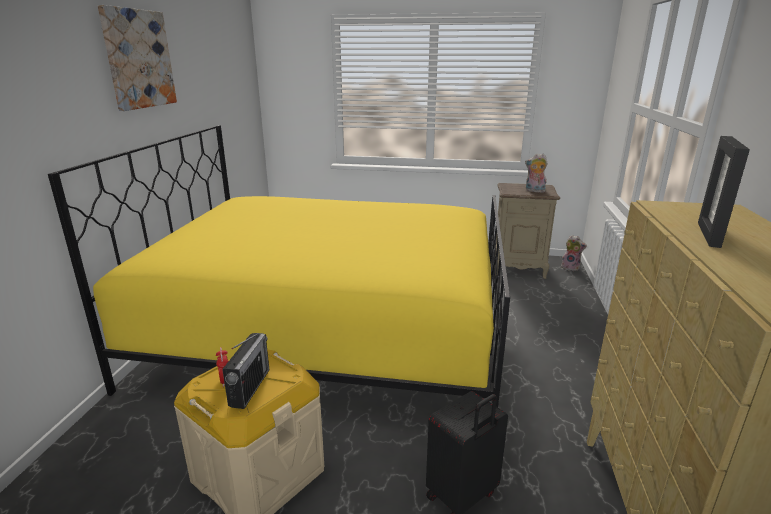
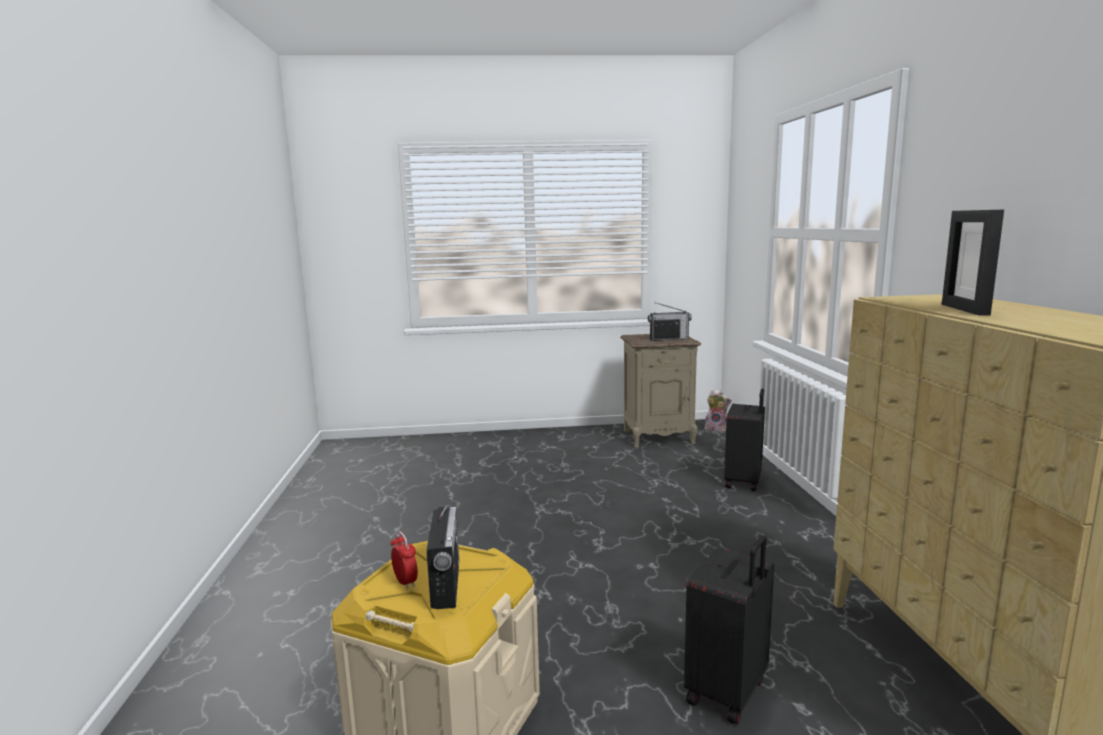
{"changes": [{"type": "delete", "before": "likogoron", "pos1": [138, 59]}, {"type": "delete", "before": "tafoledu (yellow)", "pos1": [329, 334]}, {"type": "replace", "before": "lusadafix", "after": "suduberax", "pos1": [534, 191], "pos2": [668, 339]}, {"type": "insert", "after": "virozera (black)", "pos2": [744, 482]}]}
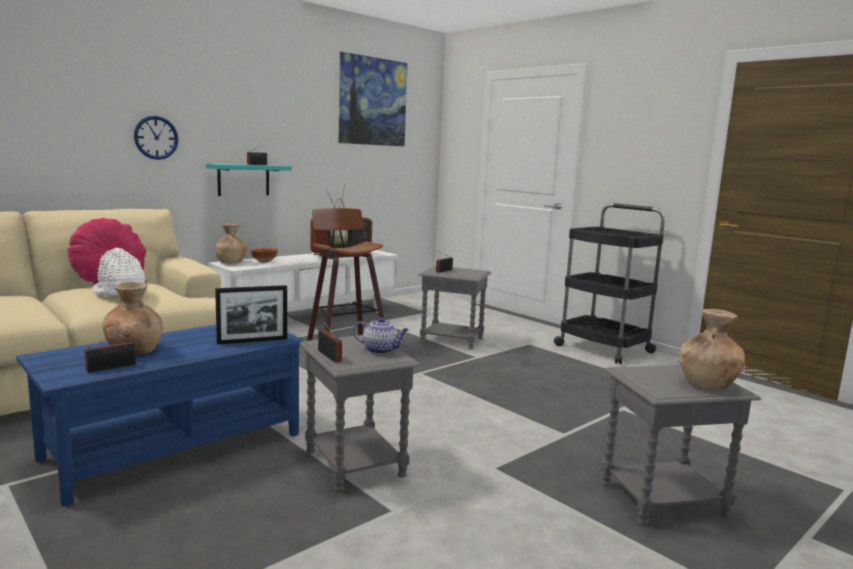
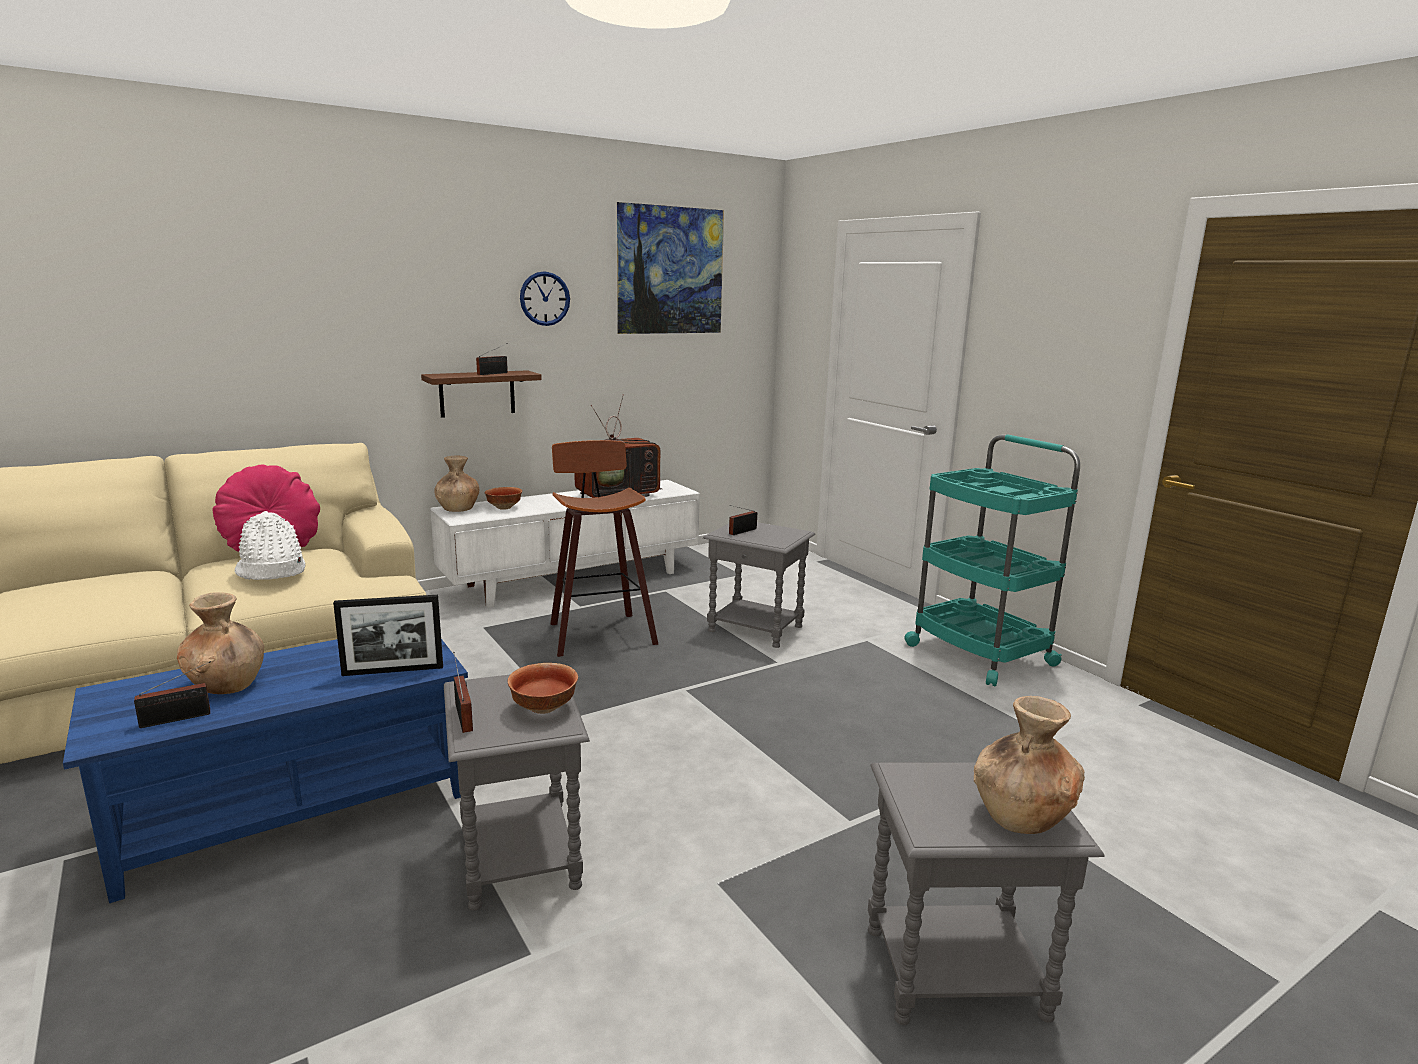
{"changes": [{"type": "move", "before": "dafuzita", "pos1": [156, 137], "pos2": [544, 298]}, {"type": "recolor", "before": "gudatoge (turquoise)", "after": "gudatoge (brown)", "pos1": [243, 180], "pos2": [477, 393]}, {"type": "recolor", "before": "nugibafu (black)", "after": "nugibafu (turquoise)", "pos1": [603, 349], "pos2": [978, 654]}, {"type": "replace", "before": "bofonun", "after": "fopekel", "pos1": [381, 350], "pos2": [545, 708]}]}
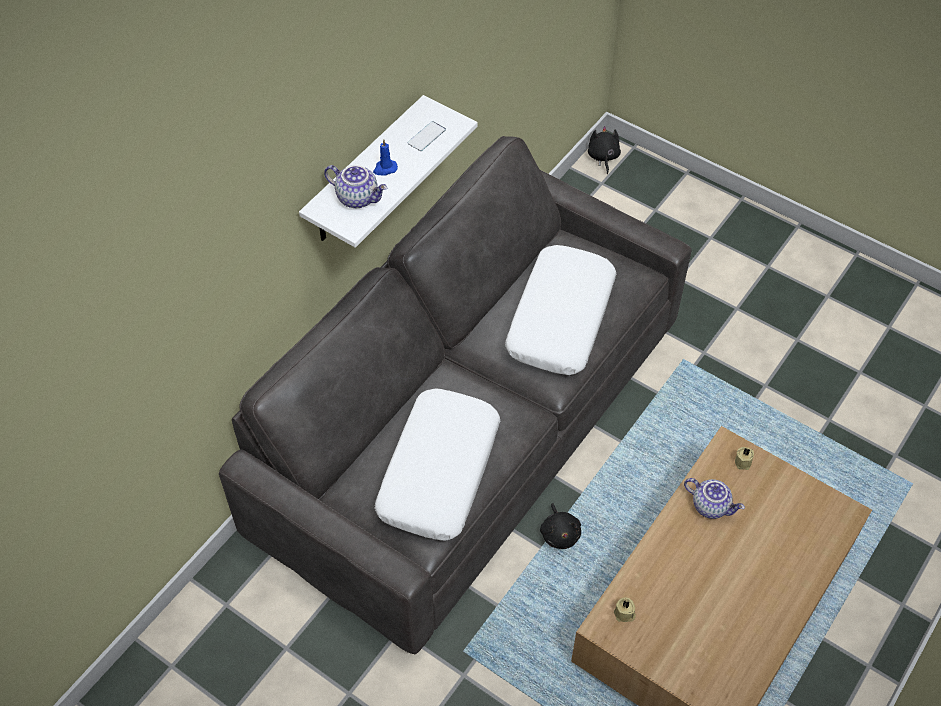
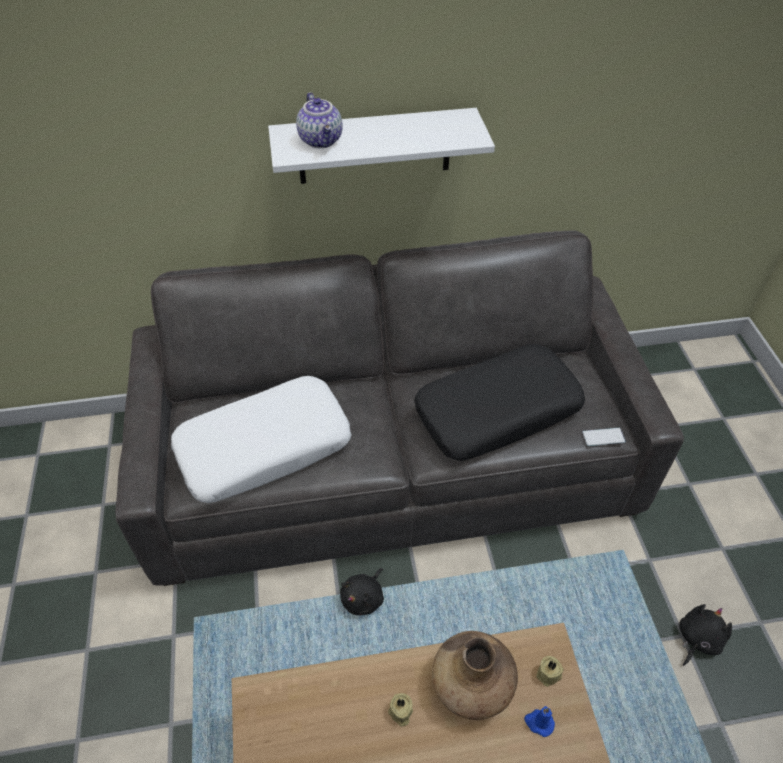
{"changes": [{"type": "move", "before": "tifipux", "pos1": [426, 136], "pos2": [603, 437]}, {"type": "move", "before": "lusadafix (black)", "pos1": [603, 157], "pos2": [697, 639]}, {"type": "move", "before": "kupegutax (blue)", "pos1": [385, 169], "pos2": [538, 722]}, {"type": "recolor", "before": "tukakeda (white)", "after": "tukakeda (black)", "pos1": [560, 318], "pos2": [497, 411]}, {"type": "replace", "before": "bofonun", "after": "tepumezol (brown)", "pos1": [711, 505], "pos2": [471, 685]}, {"type": "move", "before": "kupegutax (beige)", "pos1": [624, 614], "pos2": [400, 713]}]}
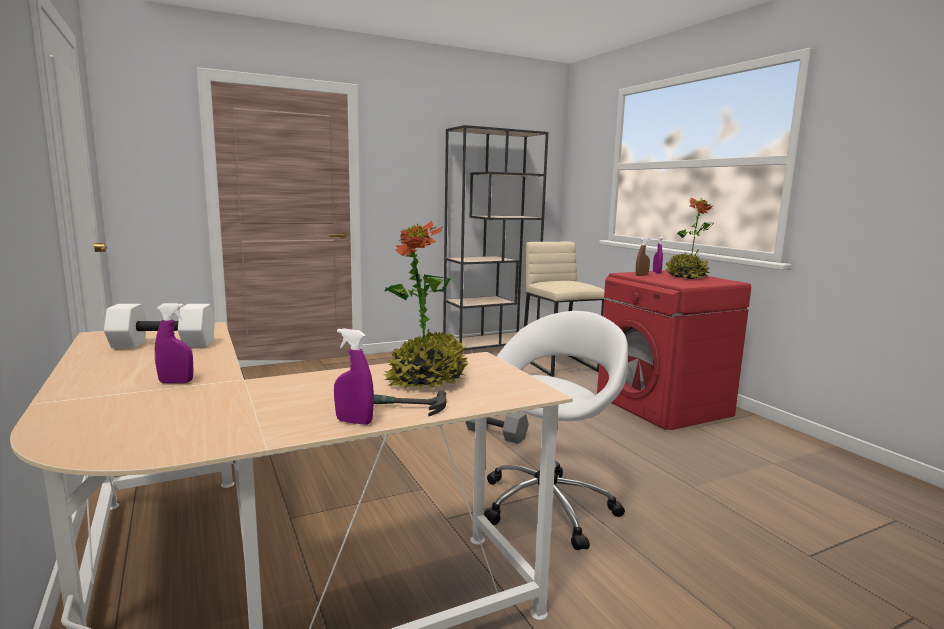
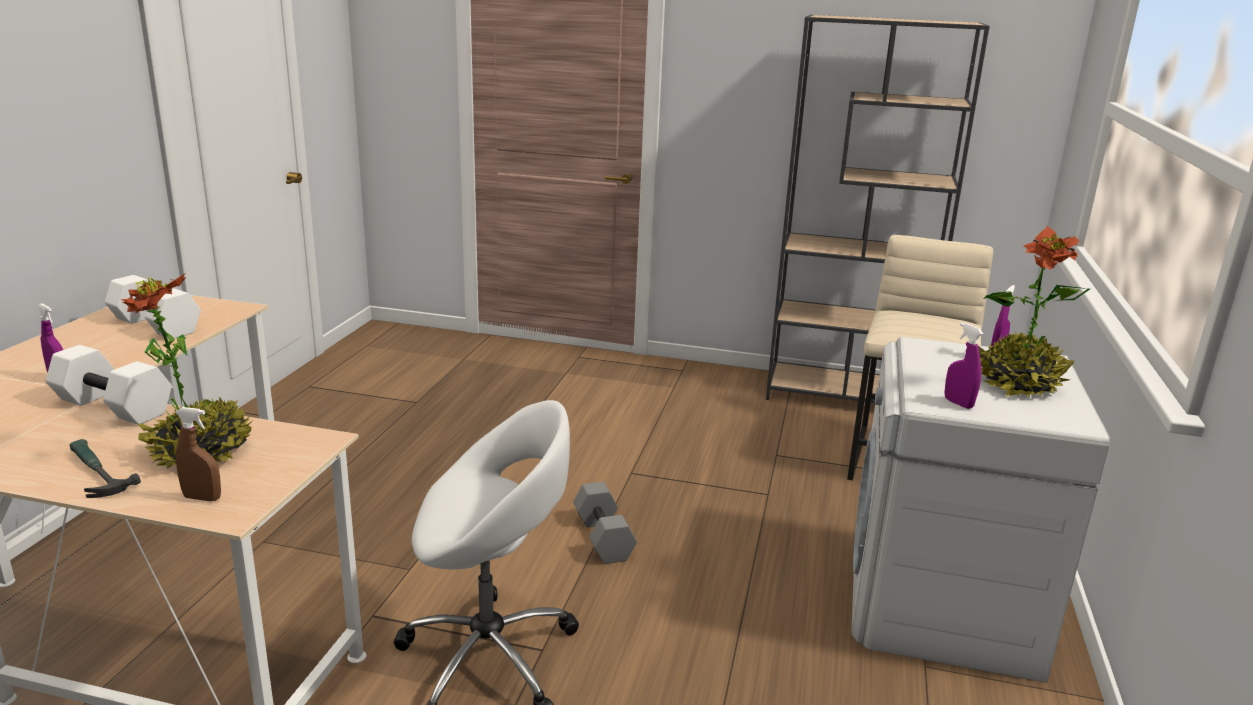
{"changes": [{"type": "move", "before": "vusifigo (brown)", "pos1": [641, 275], "pos2": [202, 498]}, {"type": "recolor", "before": "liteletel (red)", "after": "liteletel (white)", "pos1": [661, 405], "pos2": [938, 602]}, {"type": "move", "before": "vusifigo (purple)", "pos1": [354, 422], "pos2": [958, 403]}, {"type": "insert", "after": "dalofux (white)", "pos2": [115, 406]}]}
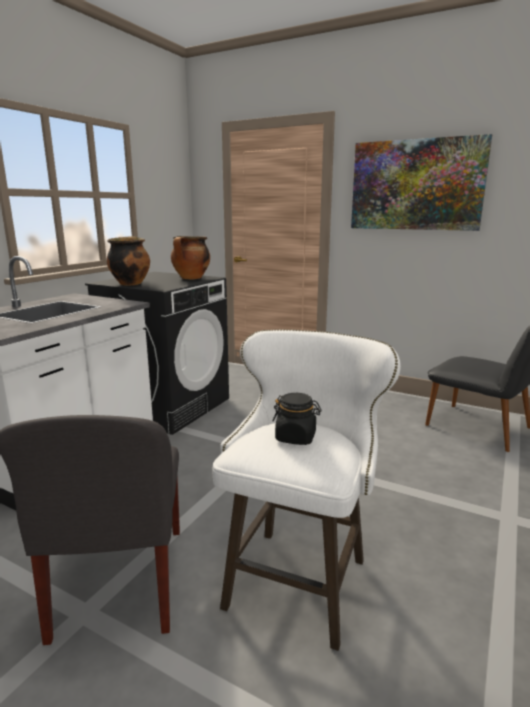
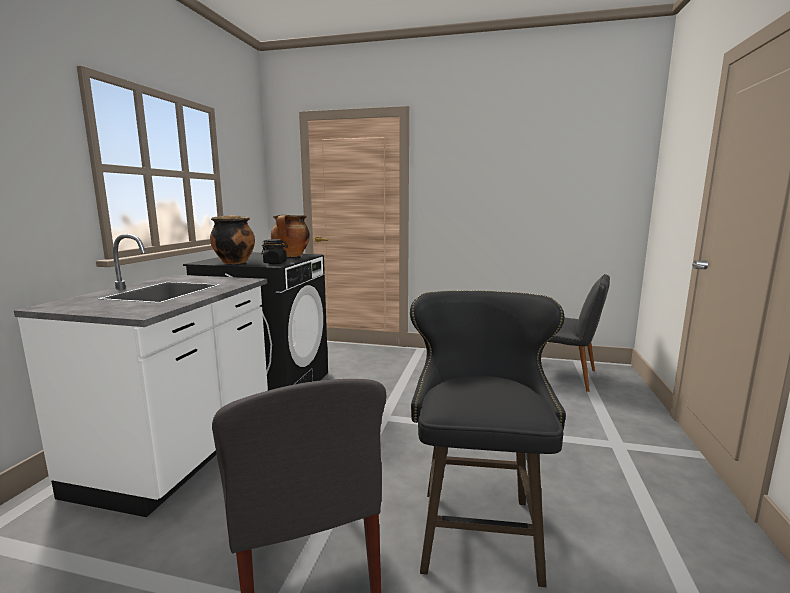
{"changes": [{"type": "delete", "before": "likogoron", "pos1": [416, 185]}, {"type": "recolor", "before": "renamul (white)", "after": "renamul (black)", "pos1": [299, 577], "pos2": [478, 528]}, {"type": "move", "before": "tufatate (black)", "pos1": [296, 437], "pos2": [275, 263]}]}
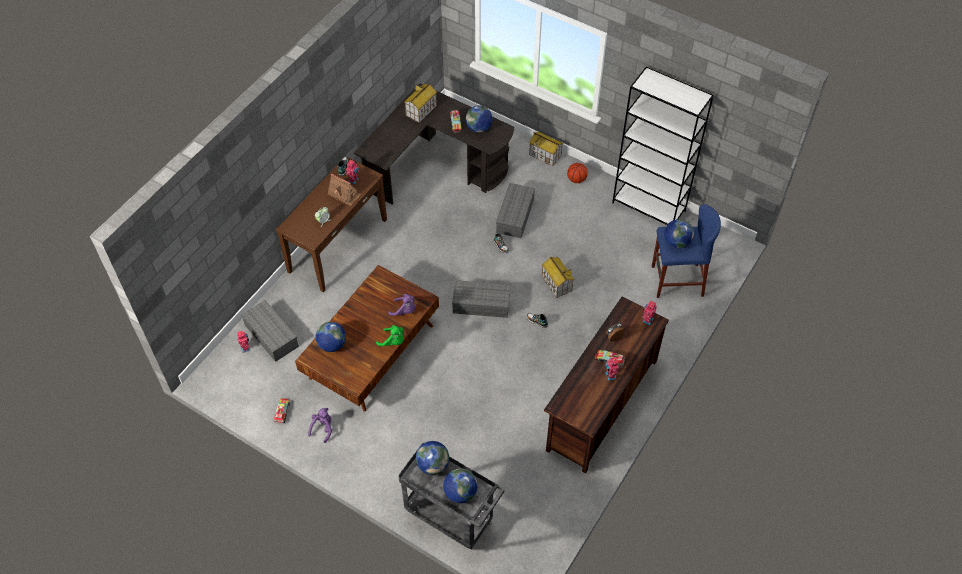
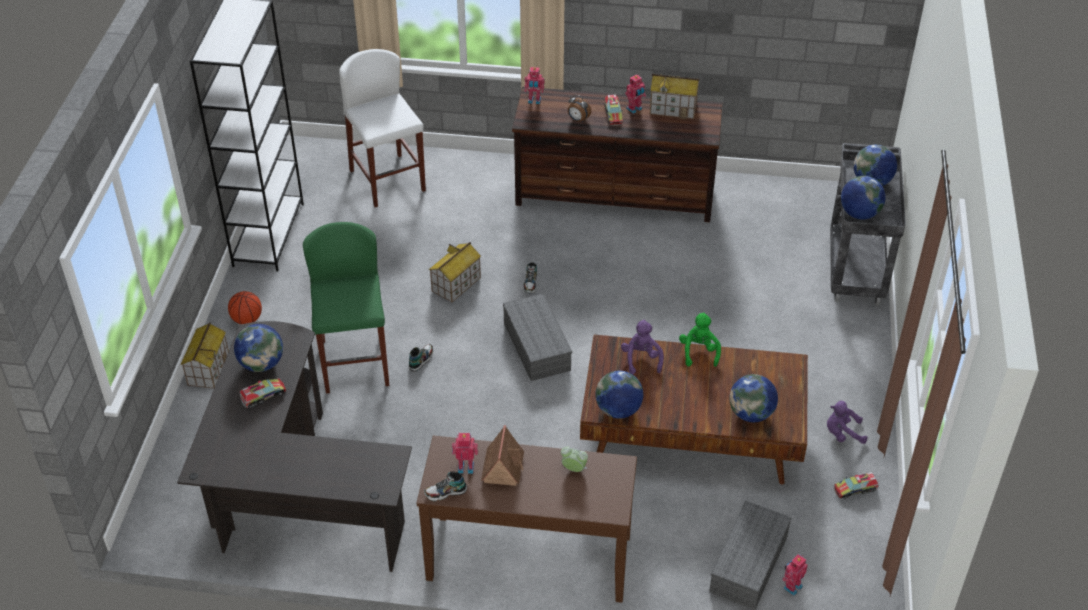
{"changes": [{"type": "move", "before": "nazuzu", "pos1": [421, 111], "pos2": [673, 108]}, {"type": "replace", "before": "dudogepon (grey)", "after": "renamul (green)", "pos1": [515, 216], "pos2": [355, 363]}, {"type": "recolor", "before": "renamul (blue)", "after": "renamul (white)", "pos1": [677, 281], "pos2": [387, 180]}, {"type": "move", "before": "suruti", "pos1": [676, 242], "pos2": [618, 410]}]}
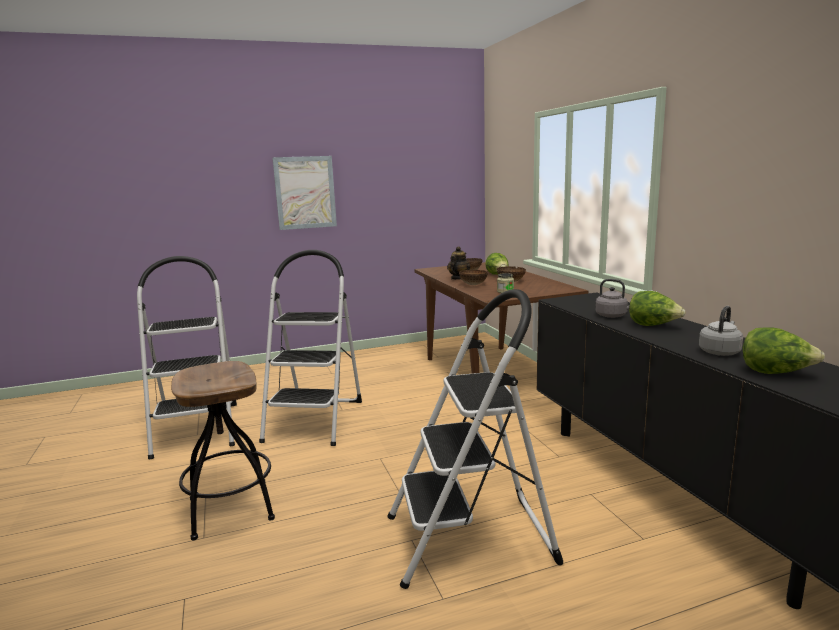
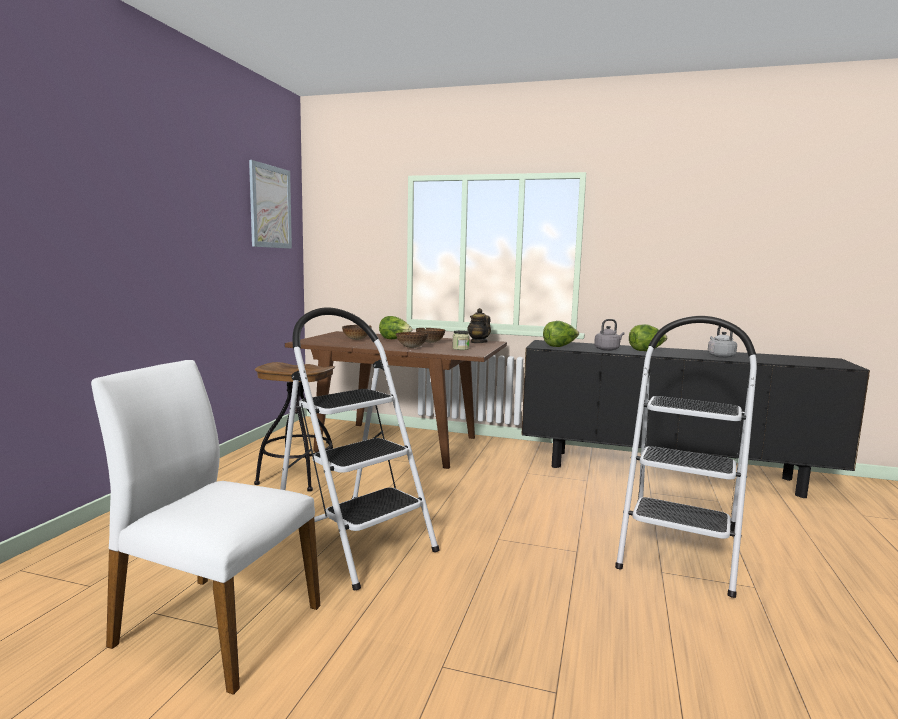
{"changes": [{"type": "move", "before": "likogoron", "pos1": [305, 192], "pos2": [270, 207]}, {"type": "move", "before": "bofonun", "pos1": [458, 278], "pos2": [478, 342]}, {"type": "replace", "before": "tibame", "after": "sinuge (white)", "pos1": [198, 428], "pos2": [215, 626]}, {"type": "move", "before": "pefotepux", "pos1": [775, 373], "pos2": [560, 346]}, {"type": "move", "before": "renamul (brown)", "pos1": [231, 508], "pos2": [297, 476]}]}
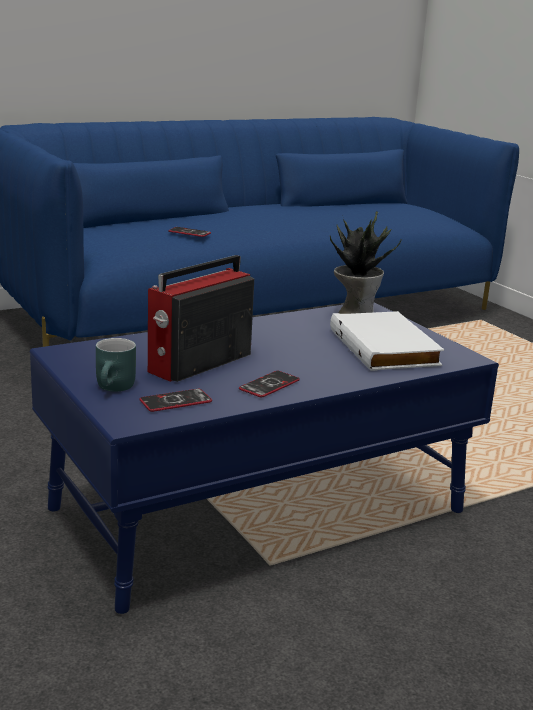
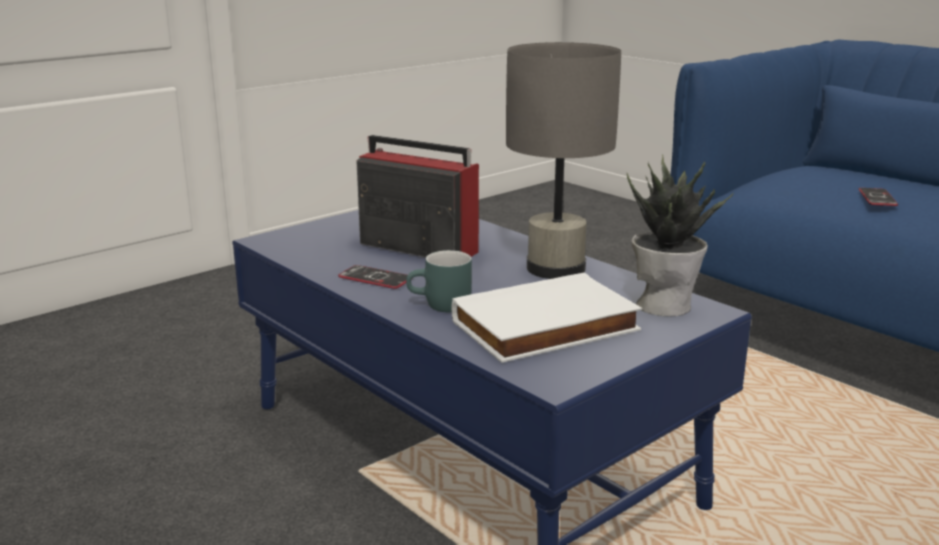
{"changes": [{"type": "move", "before": "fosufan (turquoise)", "pos1": [116, 388], "pos2": [441, 306]}, {"type": "delete", "before": "tifipux", "pos1": [175, 401]}, {"type": "insert", "after": "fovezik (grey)", "pos2": [557, 268]}]}
